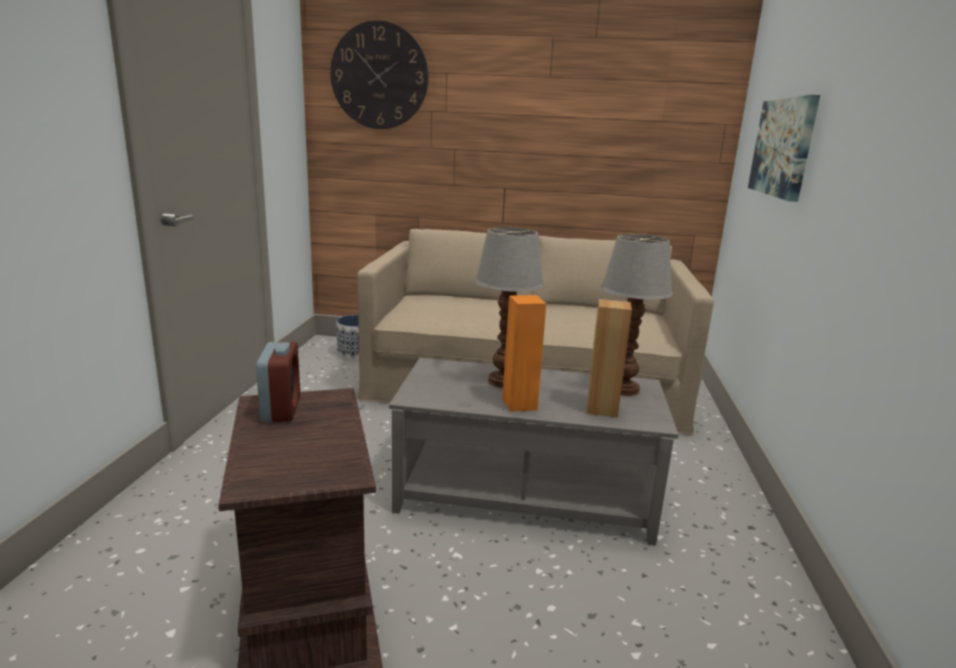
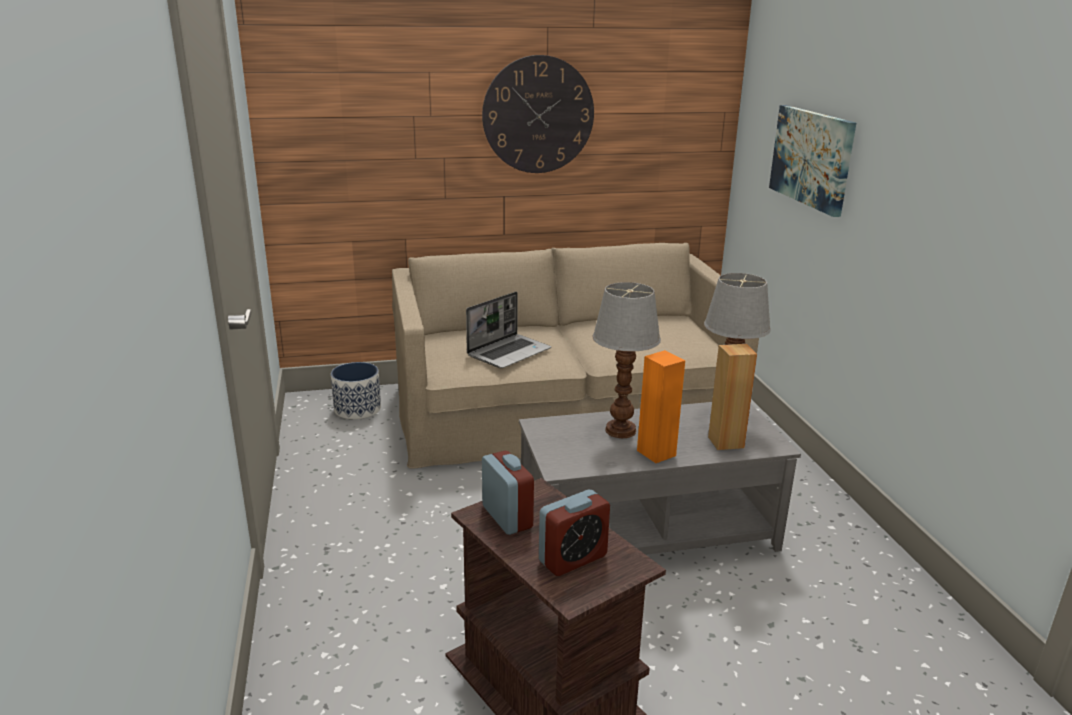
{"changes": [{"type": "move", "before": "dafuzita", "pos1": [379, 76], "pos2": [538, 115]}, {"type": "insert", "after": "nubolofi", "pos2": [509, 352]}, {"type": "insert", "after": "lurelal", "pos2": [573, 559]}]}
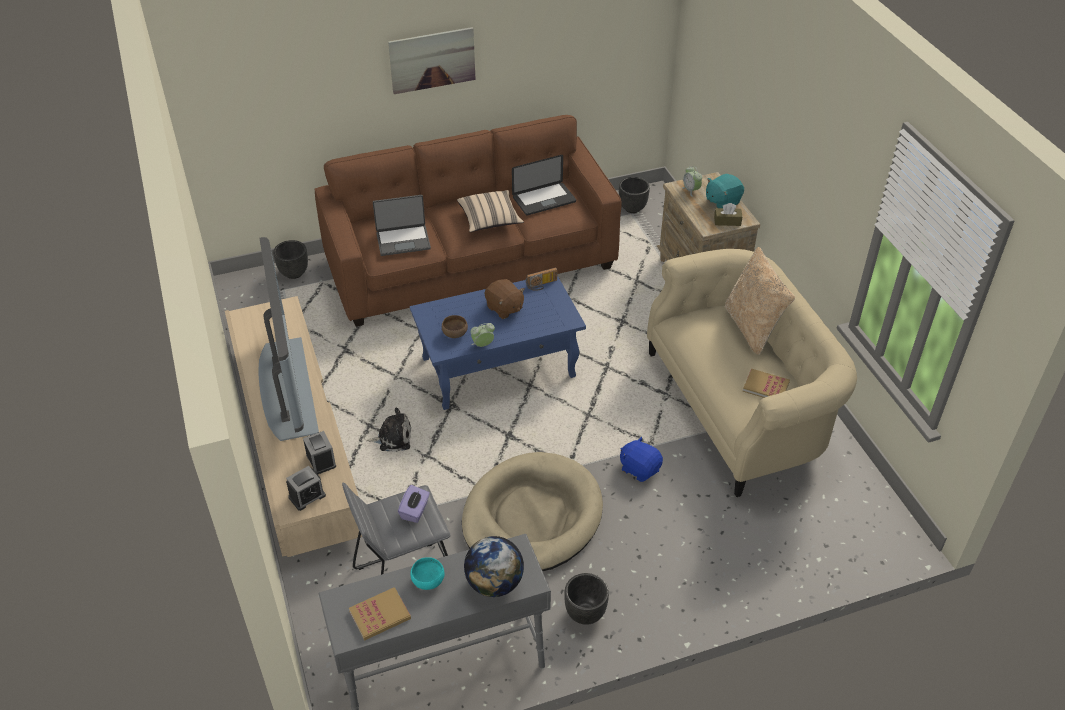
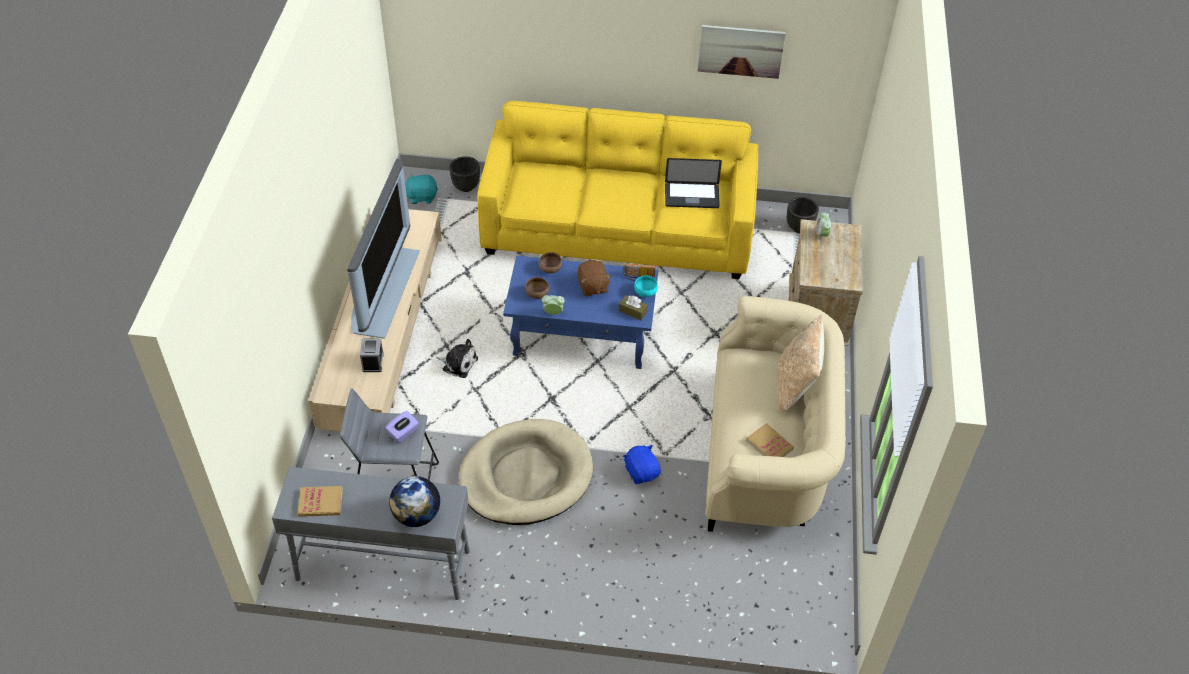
{"changes": [{"type": "move", "before": "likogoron", "pos1": [432, 60], "pos2": [740, 51]}, {"type": "recolor", "before": "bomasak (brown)", "after": "bomasak (yellow)", "pos1": [471, 264], "pos2": [618, 230]}, {"type": "move", "before": "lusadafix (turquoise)", "pos1": [722, 201], "pos2": [421, 196]}, {"type": "delete", "before": "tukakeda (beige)", "pos1": [490, 220]}, {"type": "delete", "before": "nubolofi", "pos1": [403, 240]}, {"type": "move", "before": "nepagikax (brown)", "pos1": [727, 221], "pos2": [632, 311]}, {"type": "delete", "before": "lurelal", "pos1": [307, 496]}, {"type": "move", "before": "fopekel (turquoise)", "pos1": [428, 580], "pos2": [645, 292]}, {"type": "delete", "before": "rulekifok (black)", "pos1": [585, 614]}, {"type": "insert", "after": "fopekel (brown)", "pos2": [550, 269]}]}
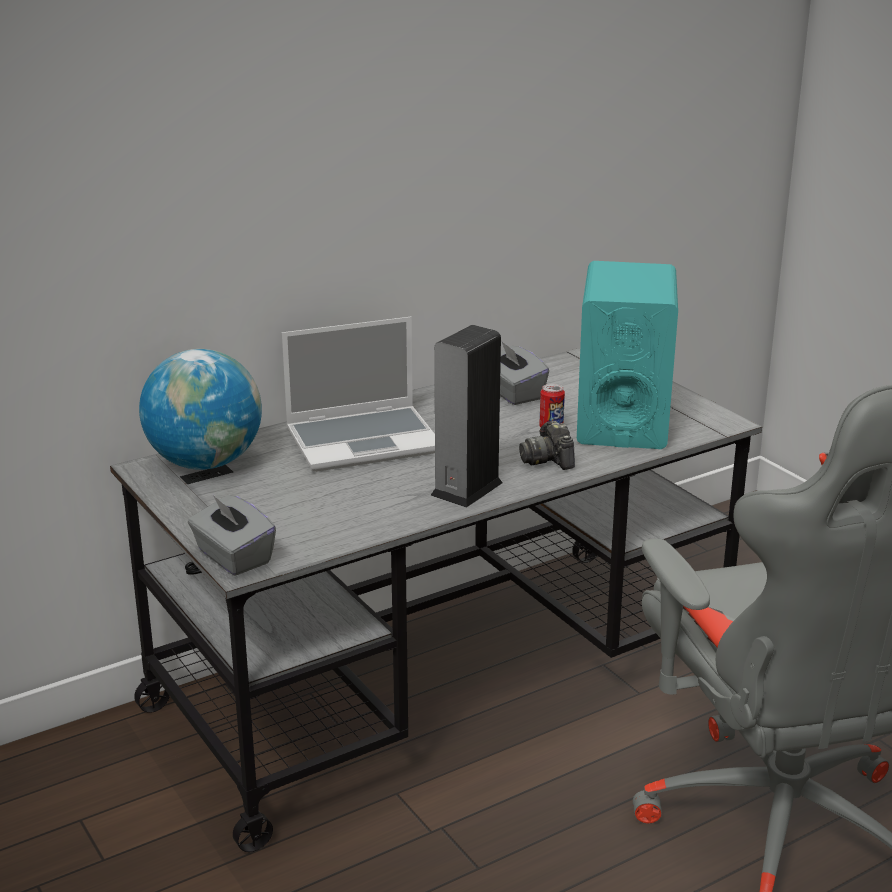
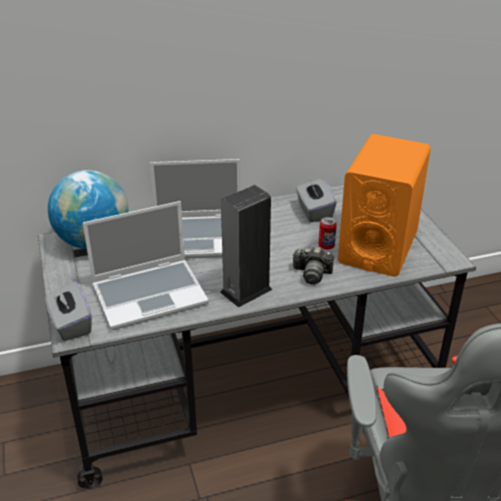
{"changes": [{"type": "recolor", "before": "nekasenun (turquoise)", "after": "nekasenun (orange)", "pos1": [622, 421], "pos2": [378, 247]}, {"type": "rotate", "before": "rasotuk", "pos1": [548, 460], "pos2": [312, 274], "turn": -75}, {"type": "insert", "after": "nubolofi", "pos2": [150, 294]}]}
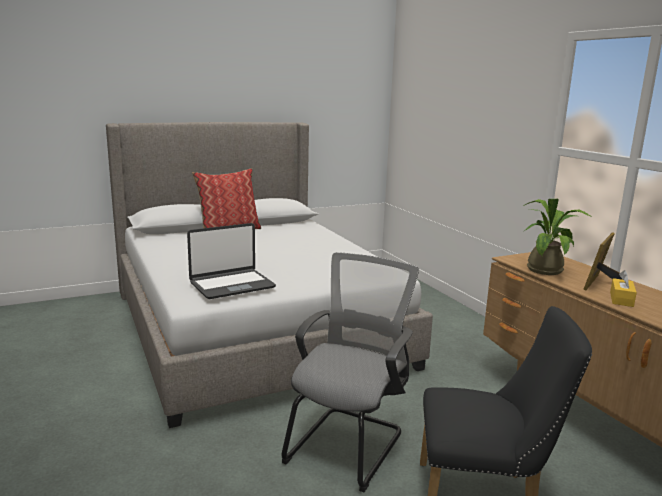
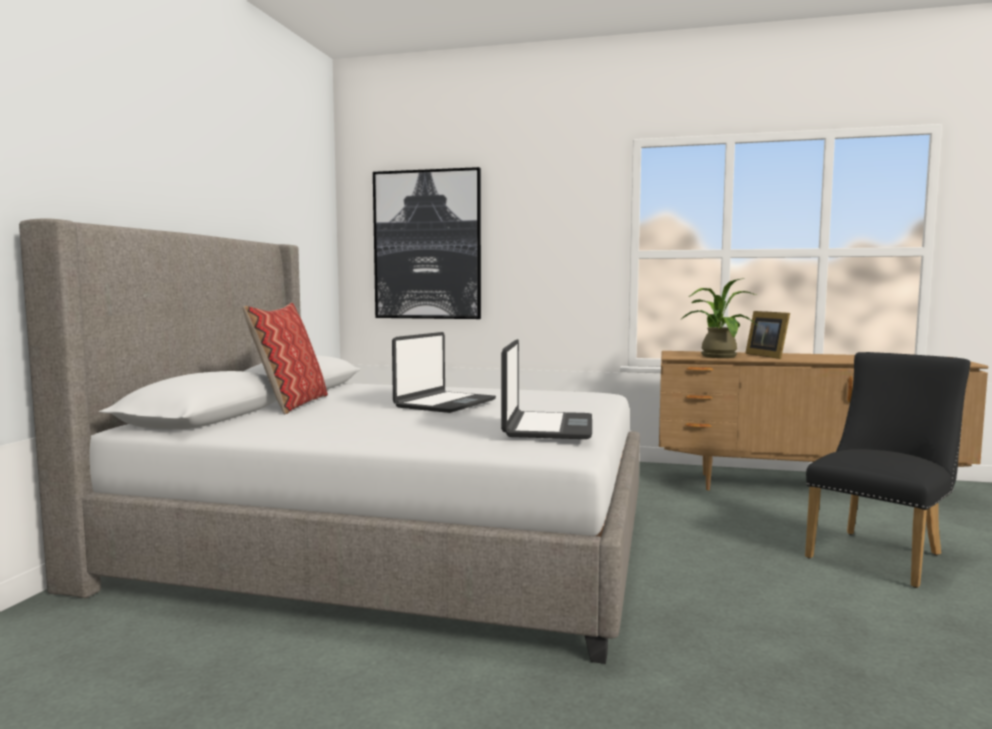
{"changes": [{"type": "delete", "before": "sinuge", "pos1": [348, 444]}, {"type": "delete", "before": "nepagikax (yellow)", "pos1": [621, 299]}, {"type": "insert", "after": "likogoron", "pos2": [427, 245]}, {"type": "insert", "after": "nubolofi", "pos2": [444, 403]}]}
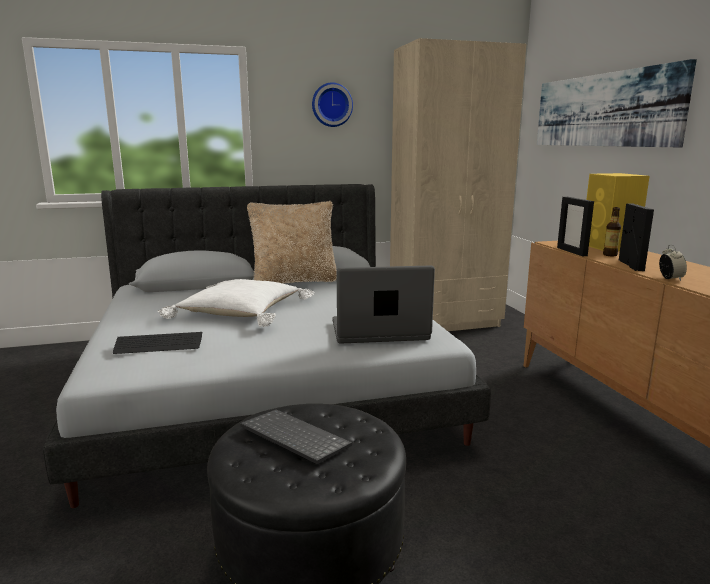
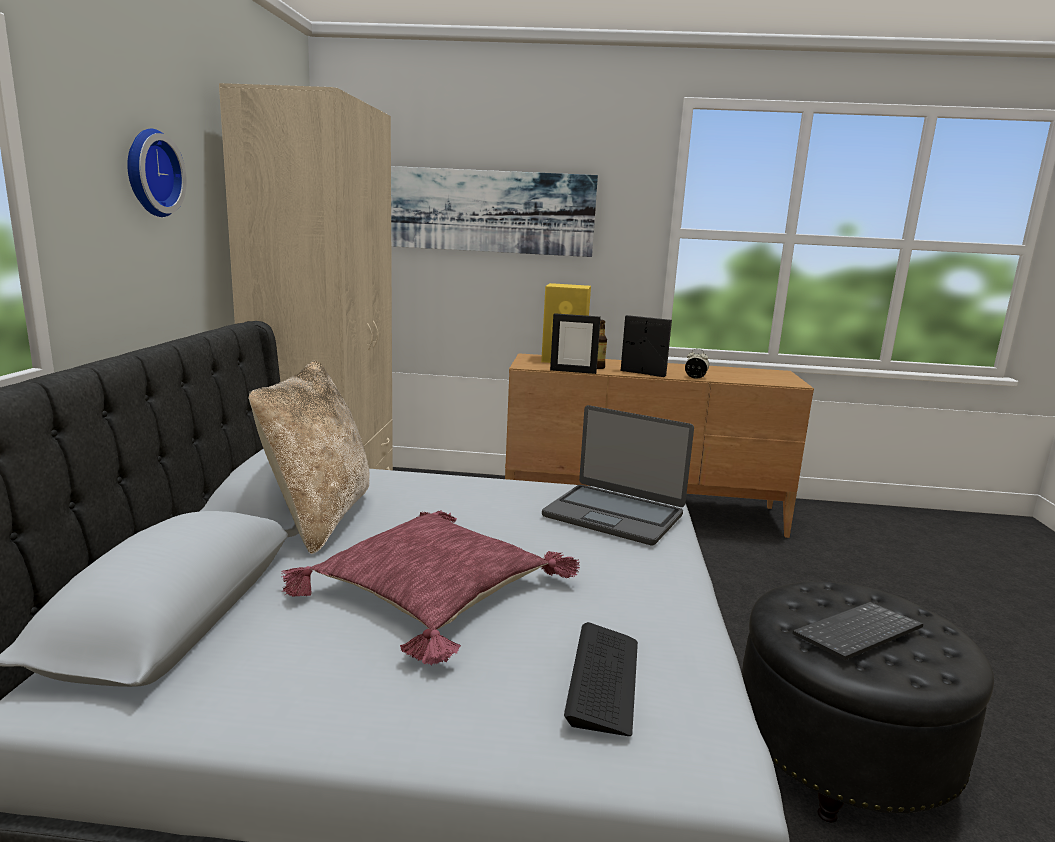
{"changes": [{"type": "rotate", "before": "nubolofi", "pos1": [379, 331], "pos2": [614, 515], "turn": -75}, {"type": "recolor", "before": "tukakeda (white)", "after": "tukakeda (red)", "pos1": [240, 309], "pos2": [433, 585]}]}
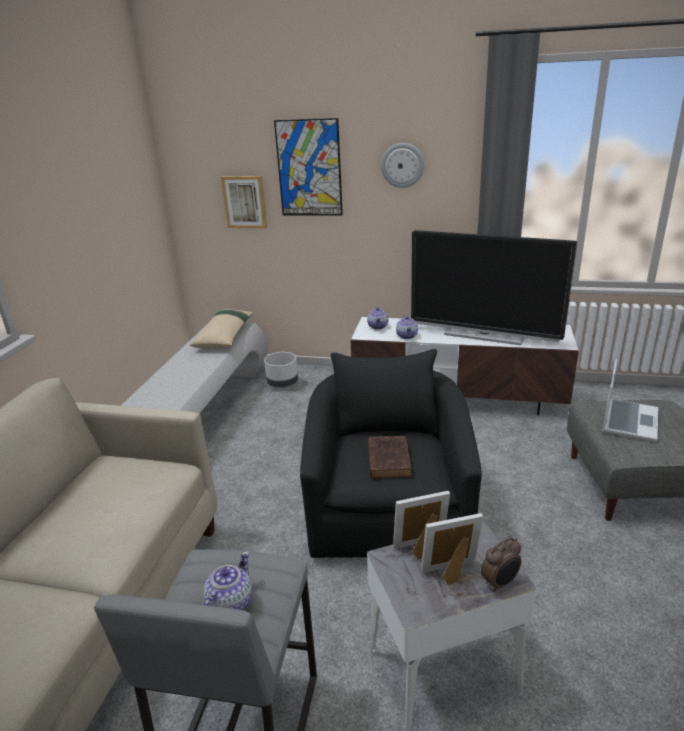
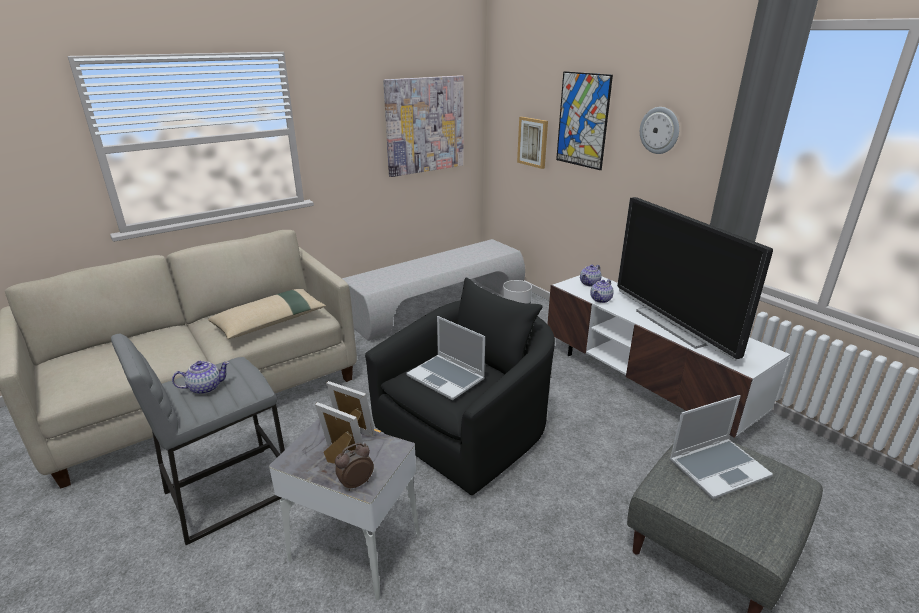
{"changes": [{"type": "move", "before": "tukakeda (beige)", "pos1": [225, 336], "pos2": [270, 322]}, {"type": "replace", "before": "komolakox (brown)", "after": "nubolofi", "pos1": [388, 459], "pos2": [447, 378]}, {"type": "rotate", "before": "lurelal", "pos1": [500, 583], "pos2": [355, 483], "turn": 135}, {"type": "insert", "after": "likogoron", "pos2": [424, 125]}]}
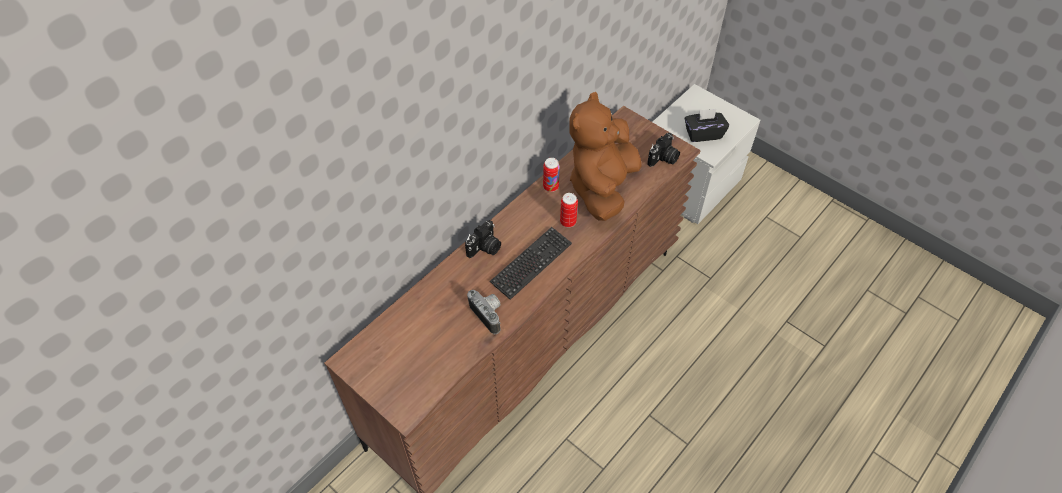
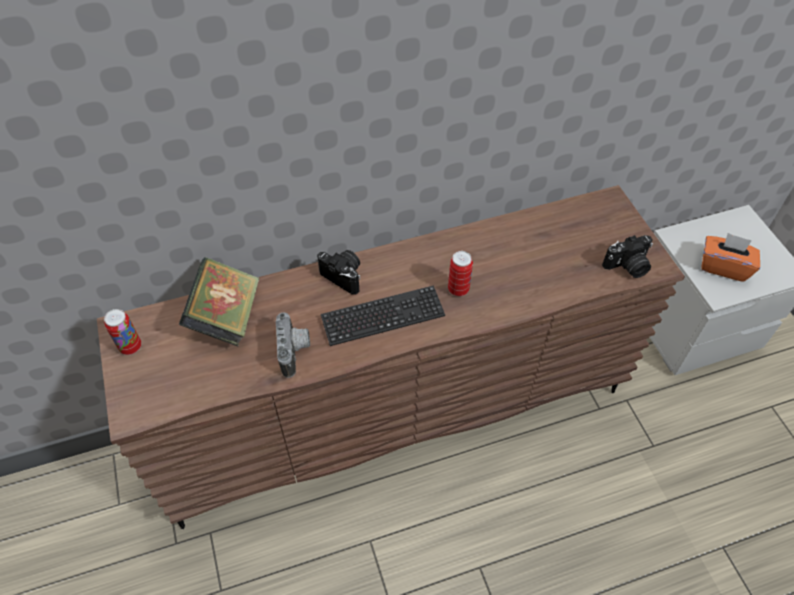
{"changes": [{"type": "delete", "before": "lusadafix (brown)", "pos1": [602, 187]}, {"type": "recolor", "before": "nepagikax (black)", "after": "nepagikax (orange)", "pos1": [703, 134], "pos2": [723, 267]}, {"type": "move", "before": "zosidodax", "pos1": [550, 187], "pos2": [130, 347]}, {"type": "rotate", "before": "rasotuk", "pos1": [485, 248], "pos2": [344, 276], "turn": -120}, {"type": "insert", "after": "komolakox", "pos2": [226, 317]}]}
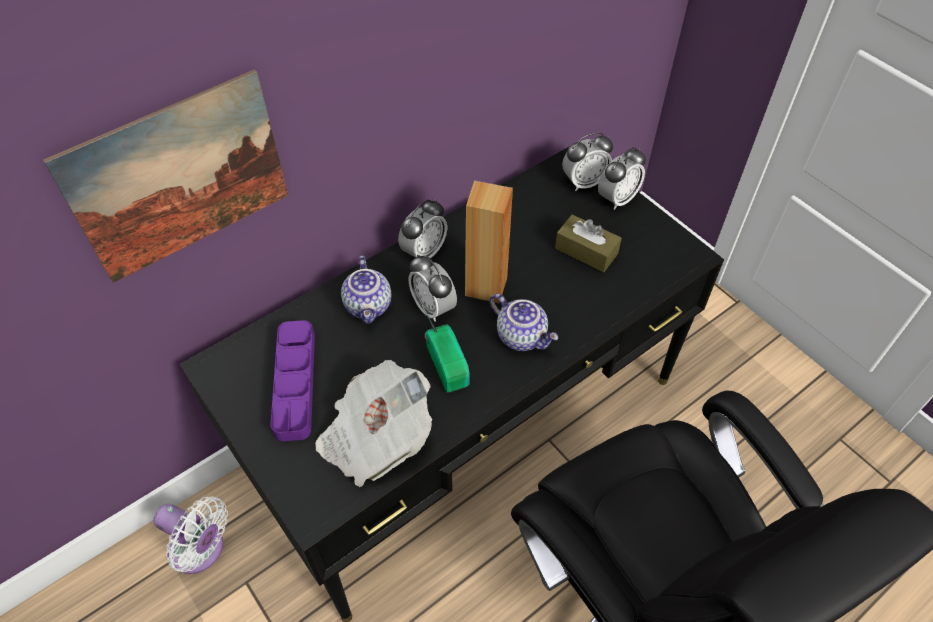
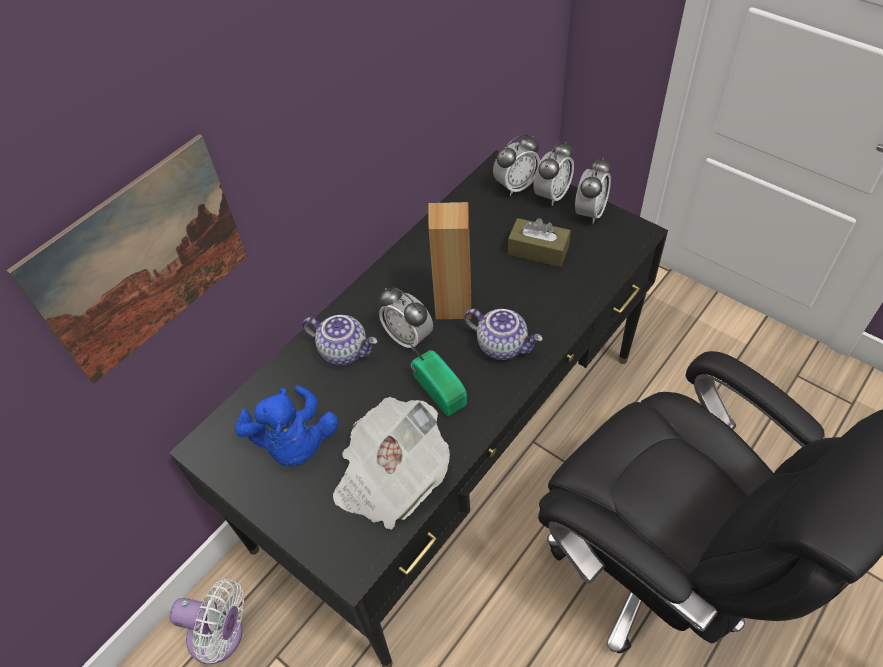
{"changes": [{"type": "move", "before": "lurelal", "pos1": [424, 252], "pos2": [590, 212]}, {"type": "rotate", "before": "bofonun", "pos1": [369, 306], "pos2": [345, 350], "turn": -45}, {"type": "replace", "before": "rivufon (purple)", "after": "lusadafix (blue)", "pos1": [295, 382], "pos2": [293, 443]}]}
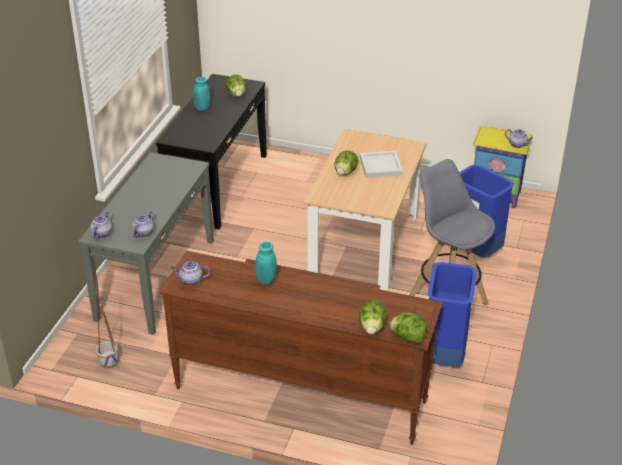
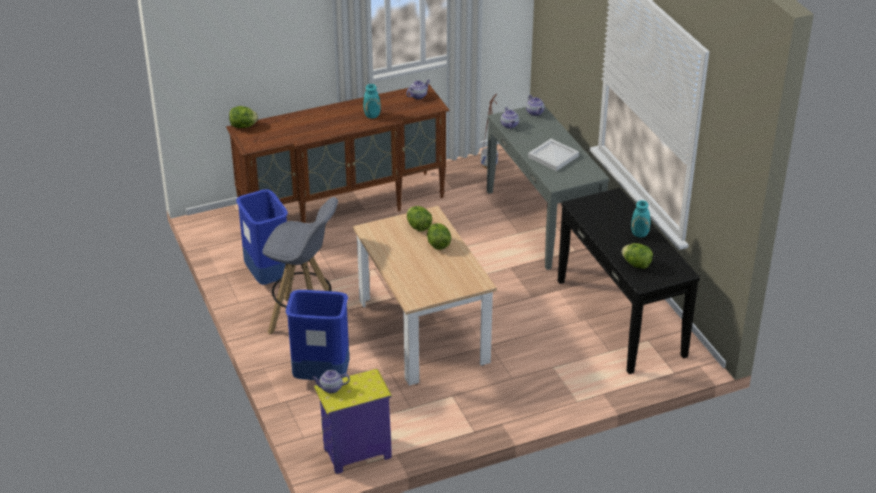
{"changes": [{"type": "move", "before": "rivufon (white)", "pos1": [381, 165], "pos2": [553, 157]}, {"type": "move", "before": "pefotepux", "pos1": [372, 327], "pos2": [418, 227]}]}
